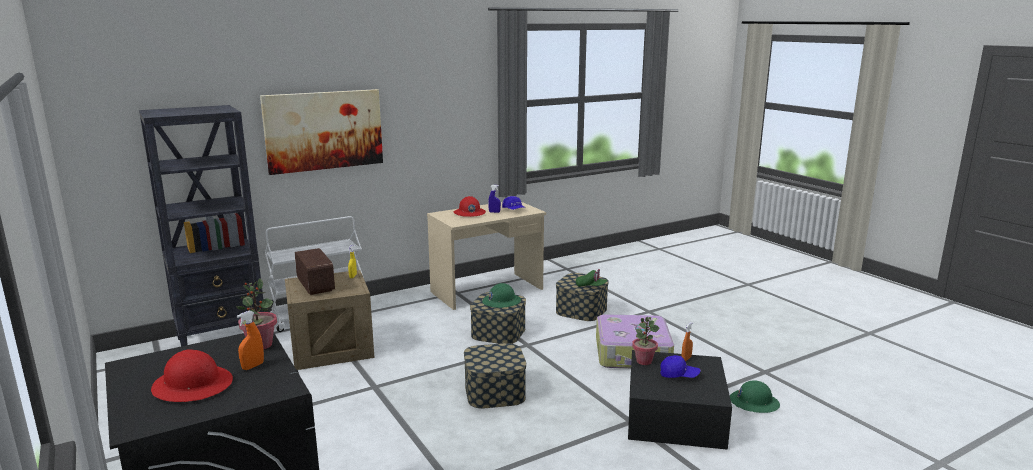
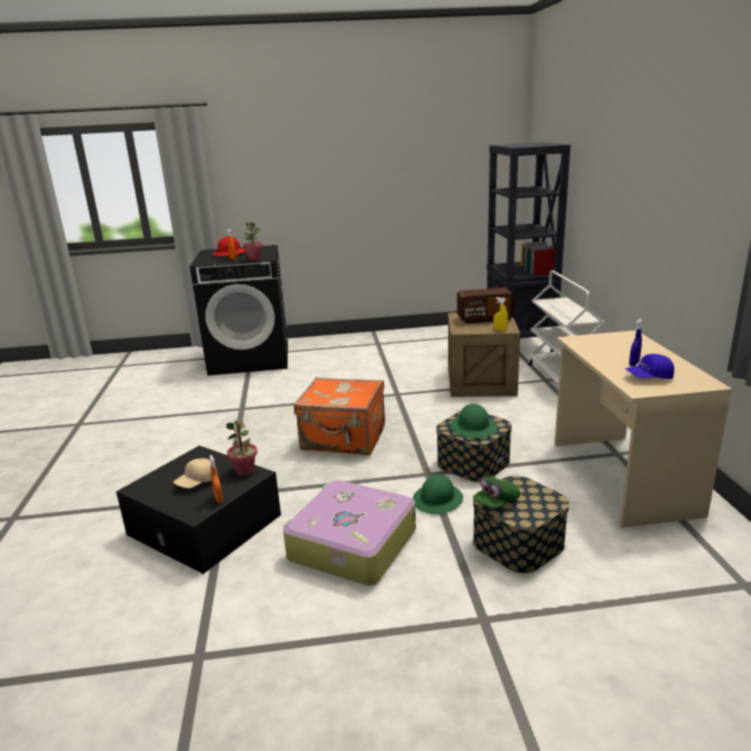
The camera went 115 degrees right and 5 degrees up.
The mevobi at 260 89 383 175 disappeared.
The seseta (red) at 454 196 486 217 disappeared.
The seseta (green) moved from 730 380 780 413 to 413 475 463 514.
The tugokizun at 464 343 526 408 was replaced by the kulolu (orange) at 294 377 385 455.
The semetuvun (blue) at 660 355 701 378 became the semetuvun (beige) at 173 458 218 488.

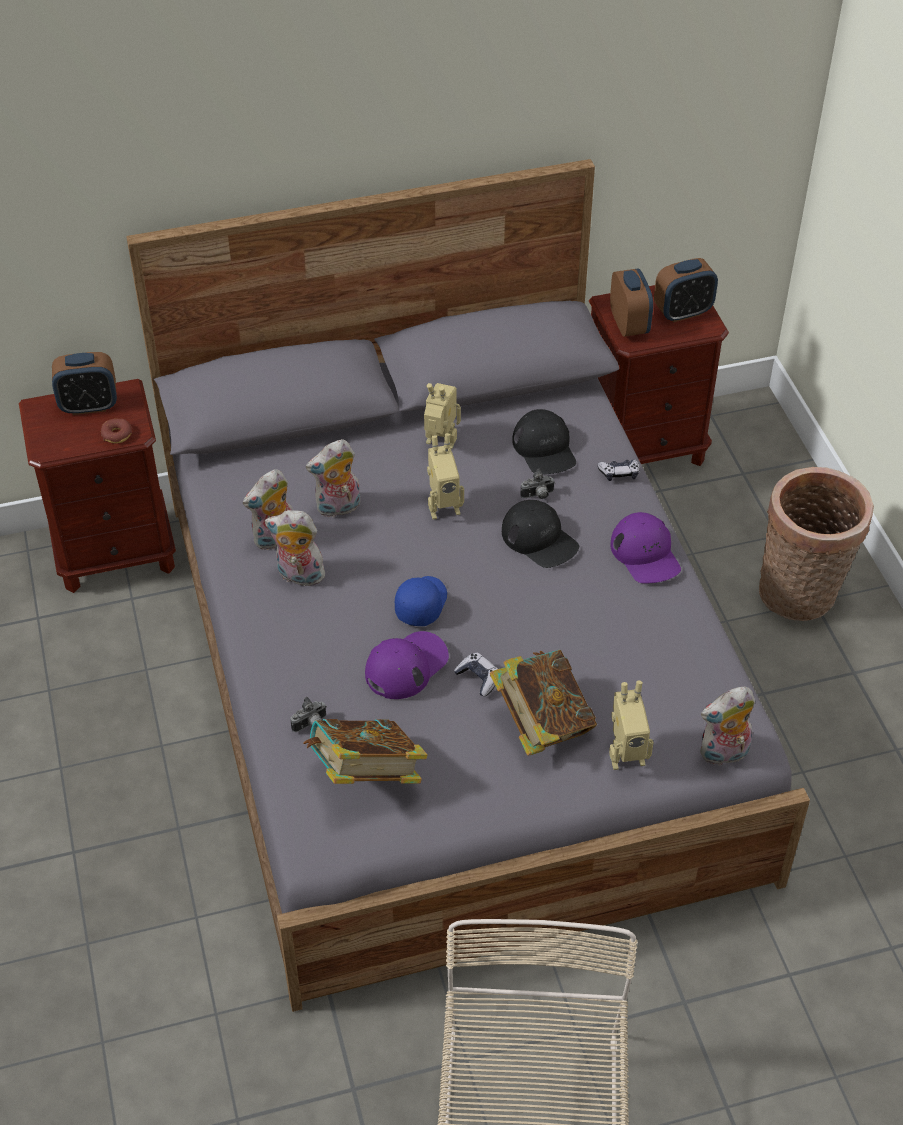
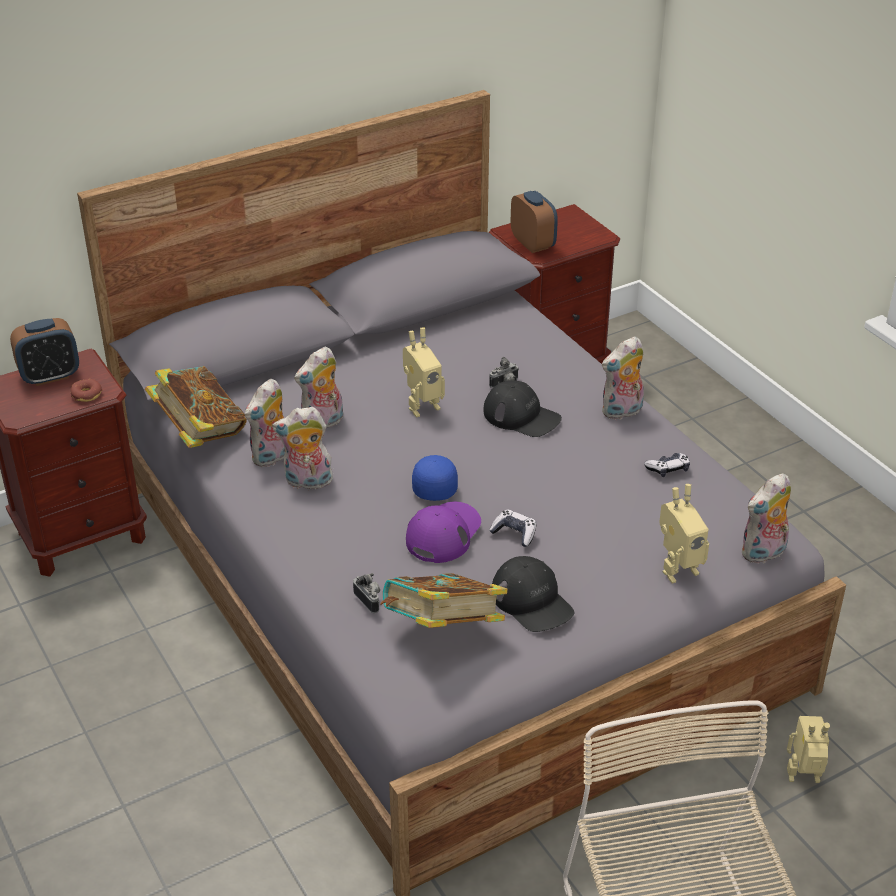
The camera went 15 degrees left and 10 degrees down.
The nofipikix at 654 258 718 322 disappeared.
The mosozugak at 759 467 874 621 disappeared.
The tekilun moved from 424 383 461 449 to 787 716 830 783.
The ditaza moved from 489 650 597 756 to 145 366 247 448.
The semetuvun (black) moved from 512 409 576 474 to 492 556 575 632.
The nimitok moved from 598 459 640 481 to 644 453 690 477.
The semetuvun (purple) at 610 512 681 583 was replaced by the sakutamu at 602 336 644 420.
The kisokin at 290 697 327 732 turned 75 degrees counterclockwise.

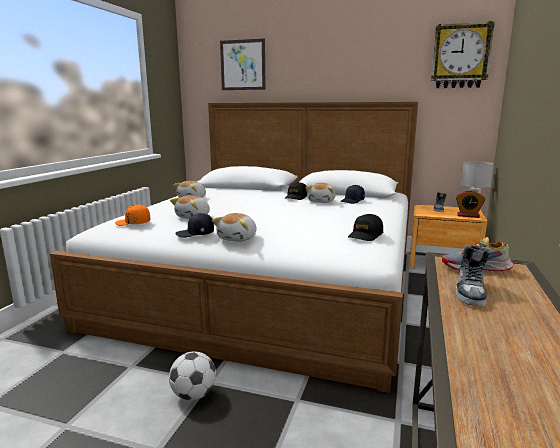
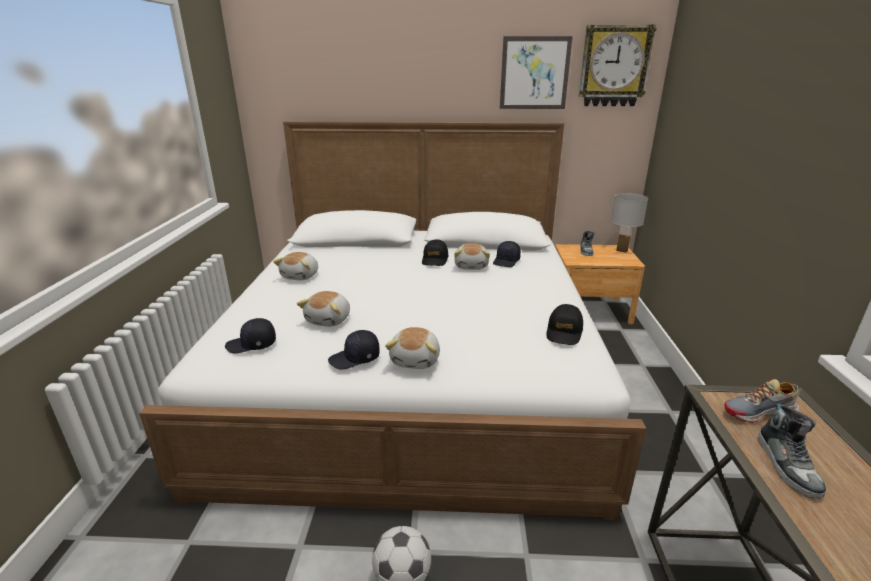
The camera went 15 degrees left and 10 degrees up.
The nofipikix at 456 190 485 218 disappeared.
The mevobi moved from 220 38 266 90 to 500 36 573 109.
The semetuvun (orange) at 115 204 150 226 became the semetuvun (black) at 225 318 276 353.

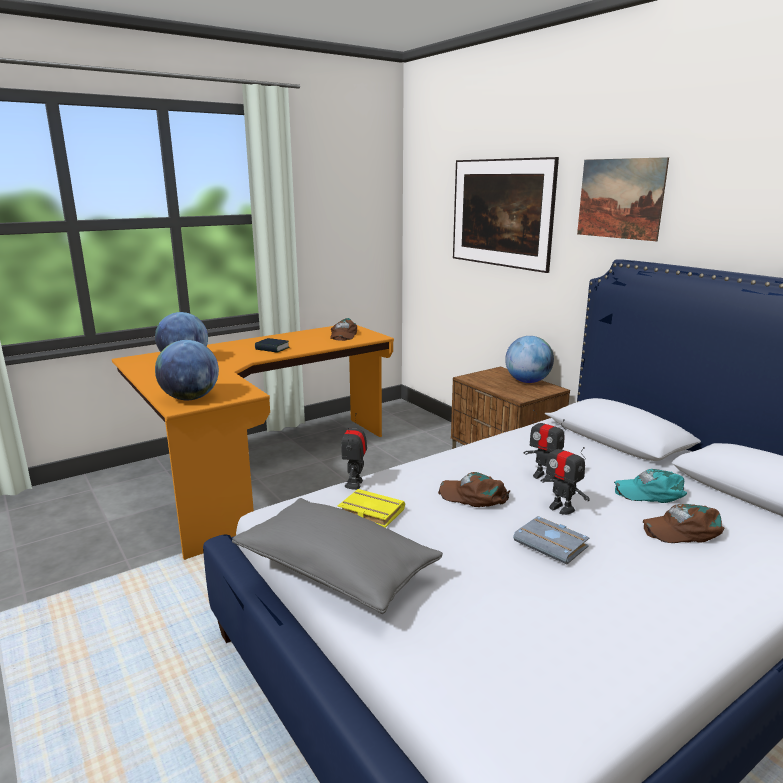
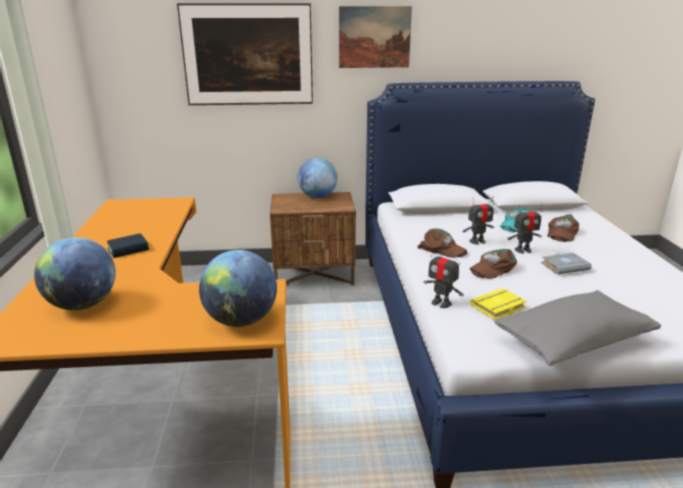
The camera went 60 degrees left and 5 degrees up.
The semetuvun (brown) moved from 330 318 357 341 to 417 228 467 258.

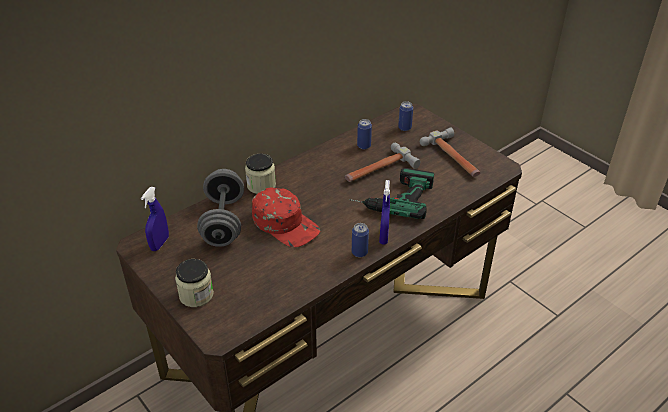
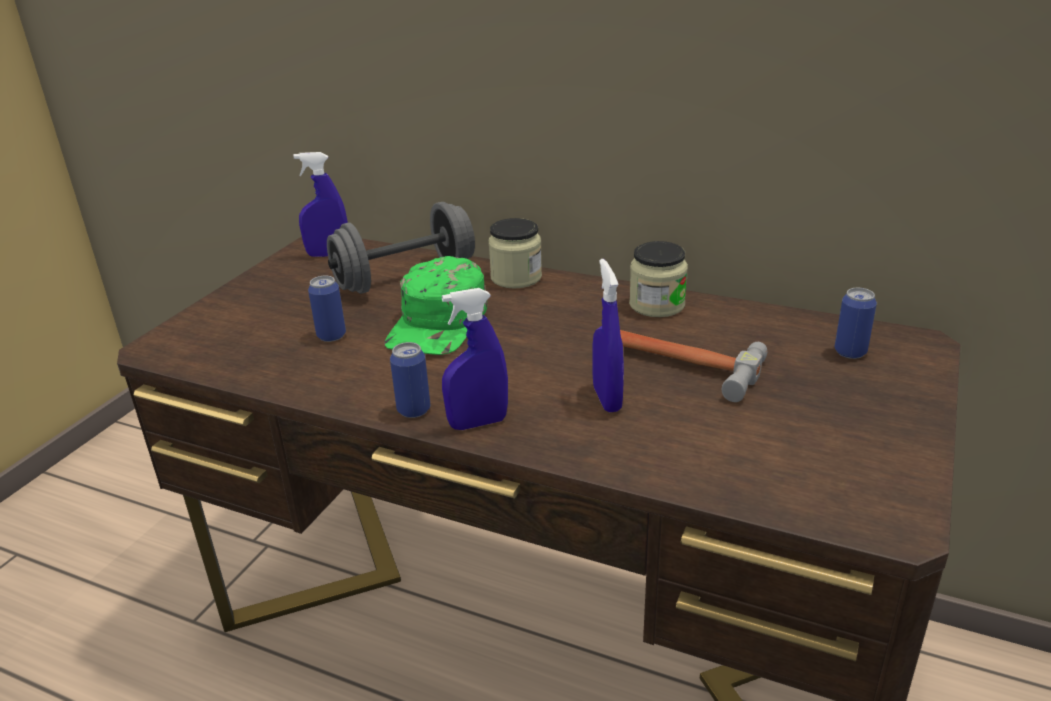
The camera went 65 degrees right and 10 degrees down.
The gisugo at 420 127 480 177 disappeared.
The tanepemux moved from 175 259 214 307 to 629 241 688 317.
The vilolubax moved from 357 119 372 149 to 308 276 346 342.
The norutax at 349 168 434 219 was replaced by the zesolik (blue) at 592 259 624 412.
The semetuvun (red) at 252 187 320 247 became the semetuvun (green) at 384 256 487 355.

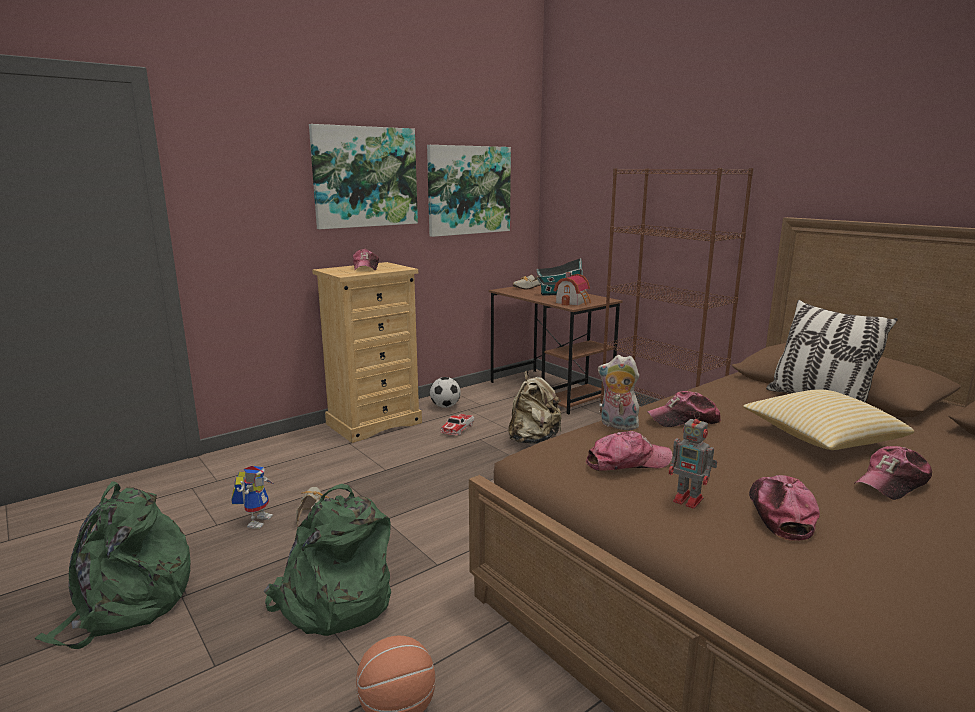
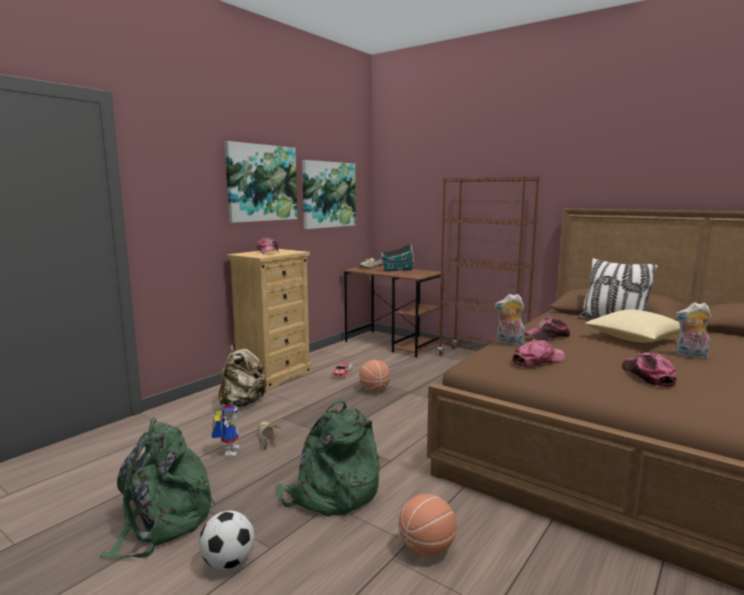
The camera went 15 degrees left and 5 degrees down.
The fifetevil at 554 272 591 306 disappeared.
The tekilun at 669 411 718 509 disappeared.
The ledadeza at 359 360 391 392 appeared.
The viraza moved from 430 377 461 408 to 199 511 255 570.
The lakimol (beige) moved from 508 371 561 444 to 218 344 267 407.
The semetuvun at 854 446 932 500 was replaced by the sakutamu at 675 303 711 359.

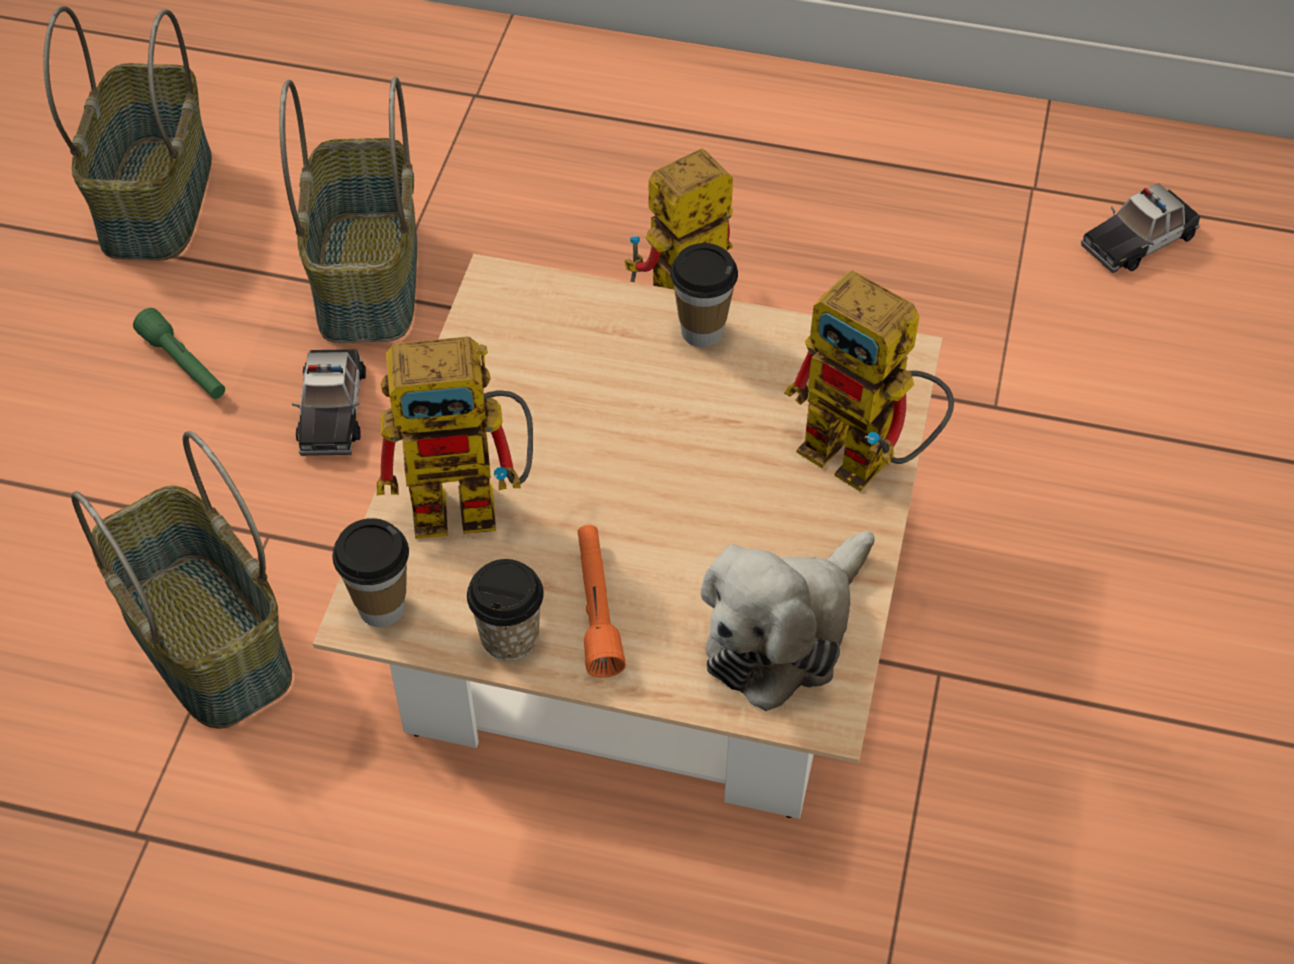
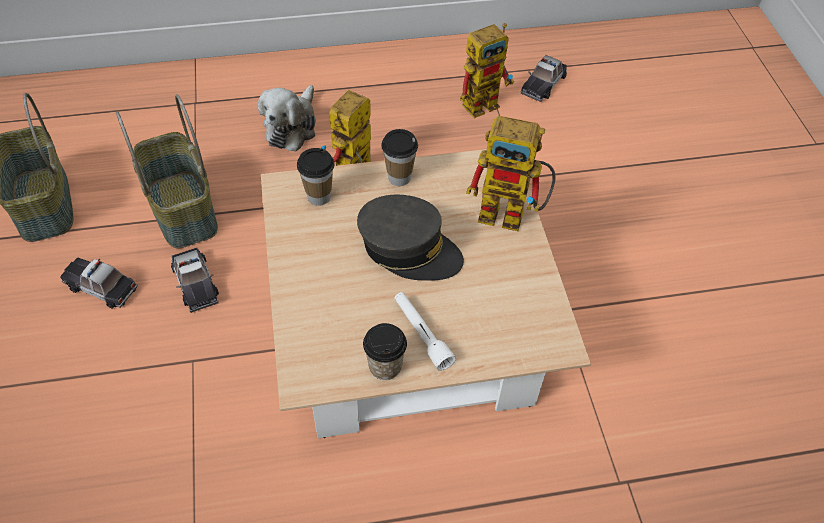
The camera went 25 degrees left and 0 degrees up.
The mosozugak at 71 431 292 729 disappeared.
The semetuvun (grey) at 357 195 464 281 appeared.
The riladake moved from 332 518 409 627 to 297 148 335 206.
The tekilun moved from 377 336 533 539 to 460 23 514 118.
The sakutamu moved from 701 531 875 711 to 258 85 316 152.
The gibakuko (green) at 133 308 225 399 was replaced by the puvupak at 60 258 138 309.
The gibakuko (orange) at 578 525 626 678 became the gibakuko (white) at 394 292 456 371.

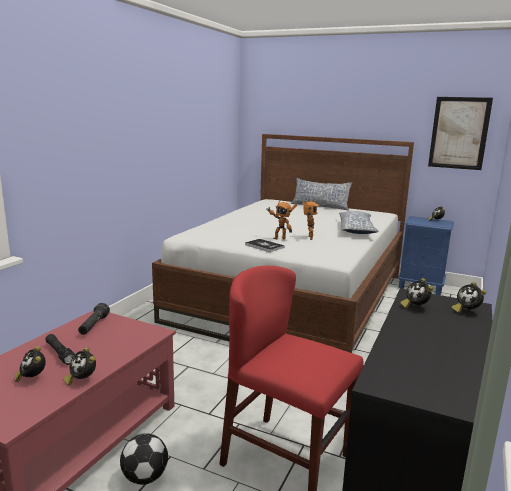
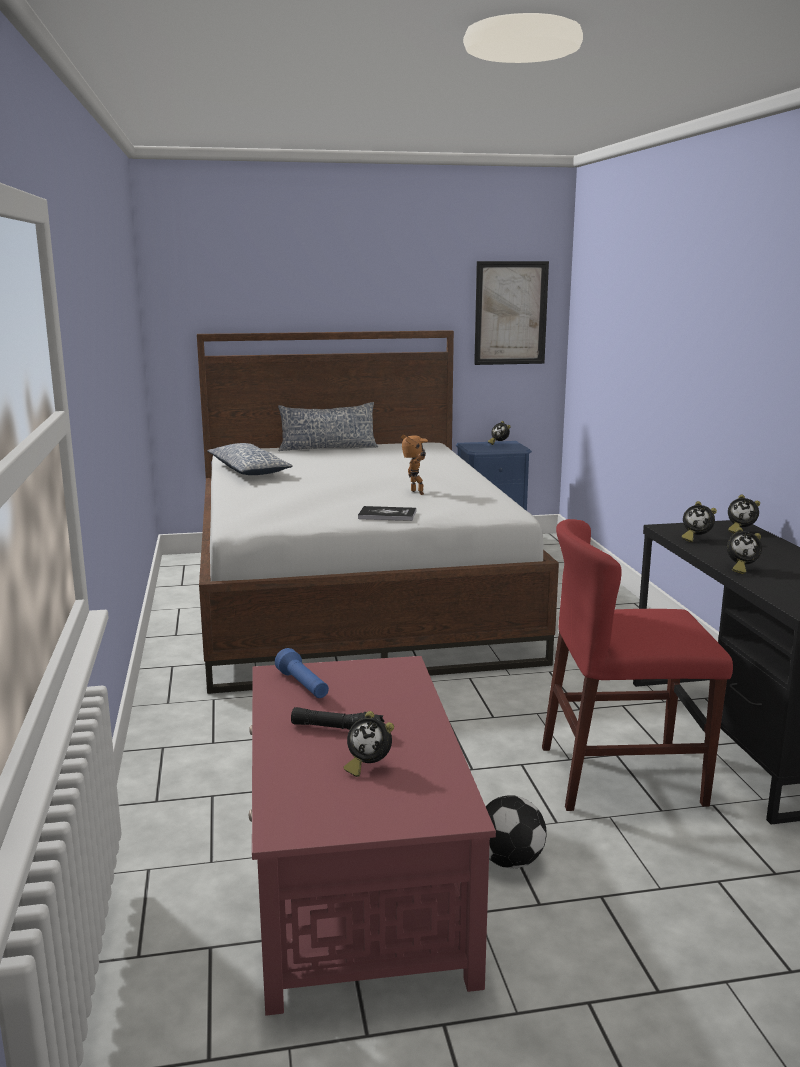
The camera went 35 degrees left and 0 degrees up.
The tekilun at 267 200 297 240 disappeared.
The nofipikix moved from 64 347 96 385 to 727 527 762 574.
The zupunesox moved from 339 211 379 234 to 207 443 293 475.
The gibakuko (black) at 78 303 110 335 became the gibakuko (blue) at 275 648 329 698.

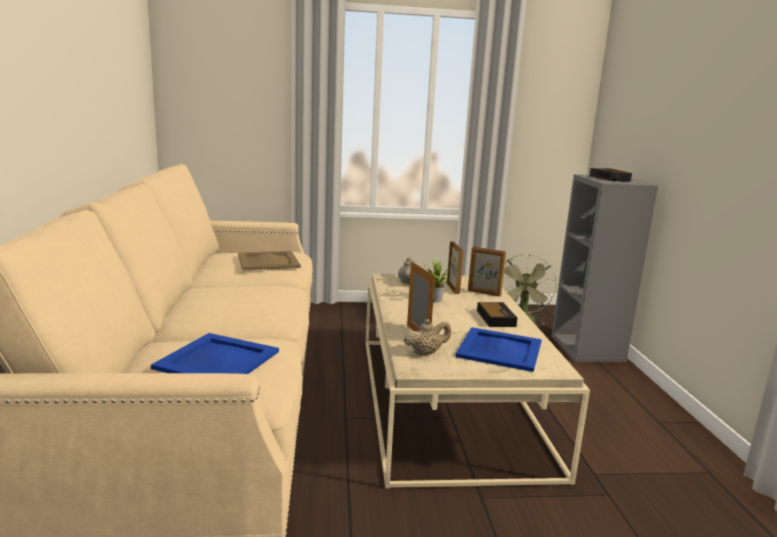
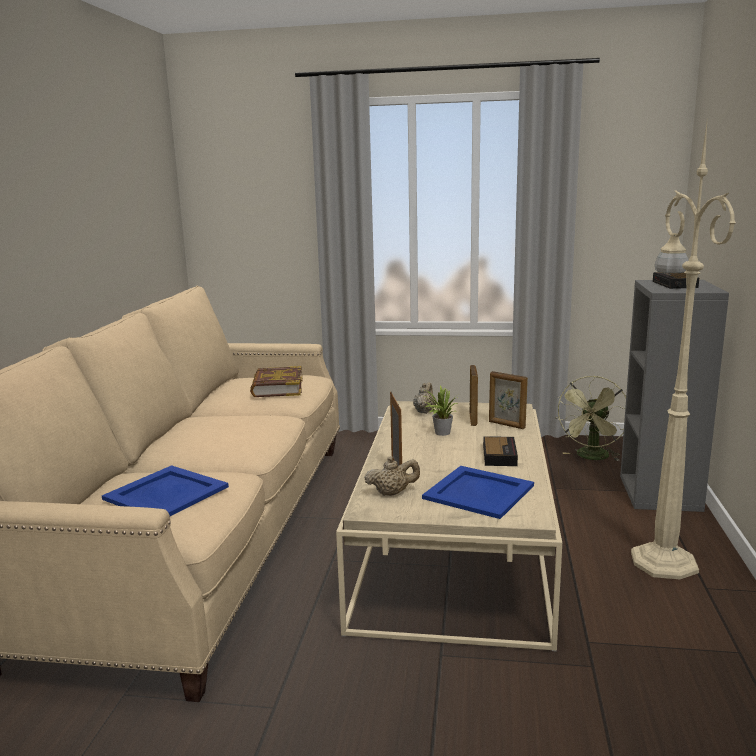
The camera went 15 degrees right and 0 degrees up.
The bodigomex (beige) at 631 124 736 579 appeared.
The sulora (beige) at 238 251 301 270 was replaced by the ditaza at 250 366 303 397.

